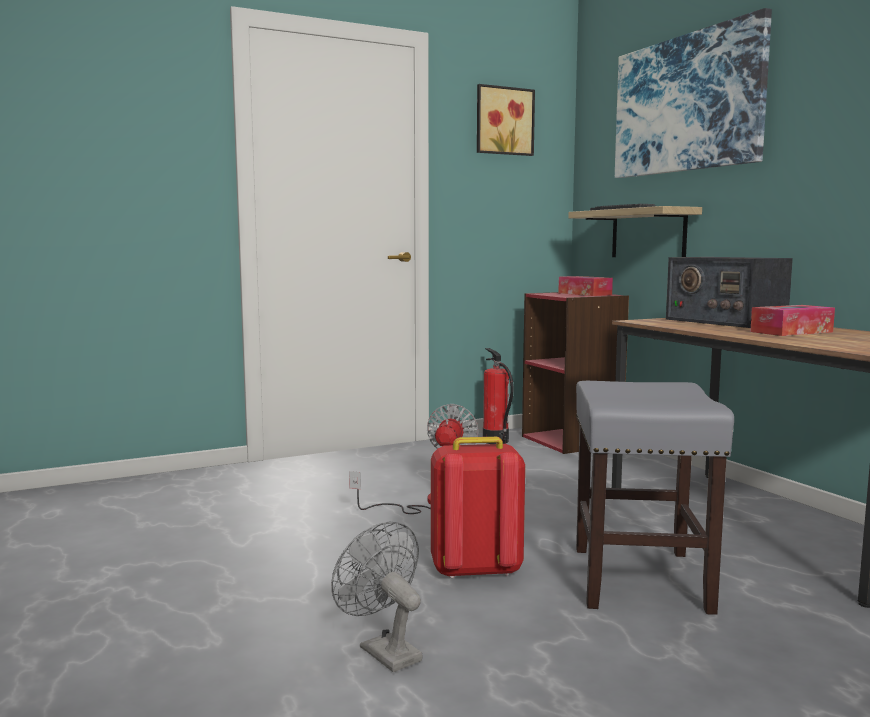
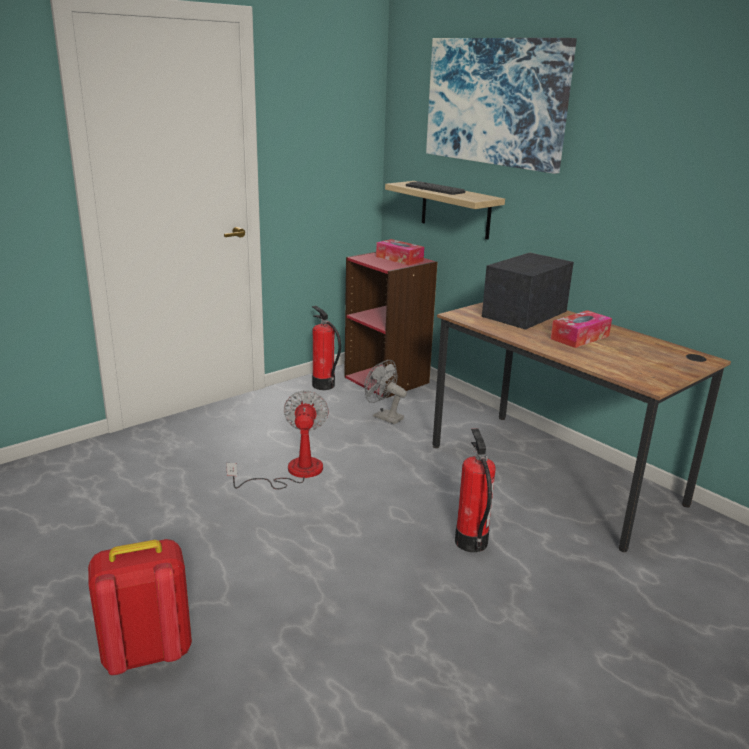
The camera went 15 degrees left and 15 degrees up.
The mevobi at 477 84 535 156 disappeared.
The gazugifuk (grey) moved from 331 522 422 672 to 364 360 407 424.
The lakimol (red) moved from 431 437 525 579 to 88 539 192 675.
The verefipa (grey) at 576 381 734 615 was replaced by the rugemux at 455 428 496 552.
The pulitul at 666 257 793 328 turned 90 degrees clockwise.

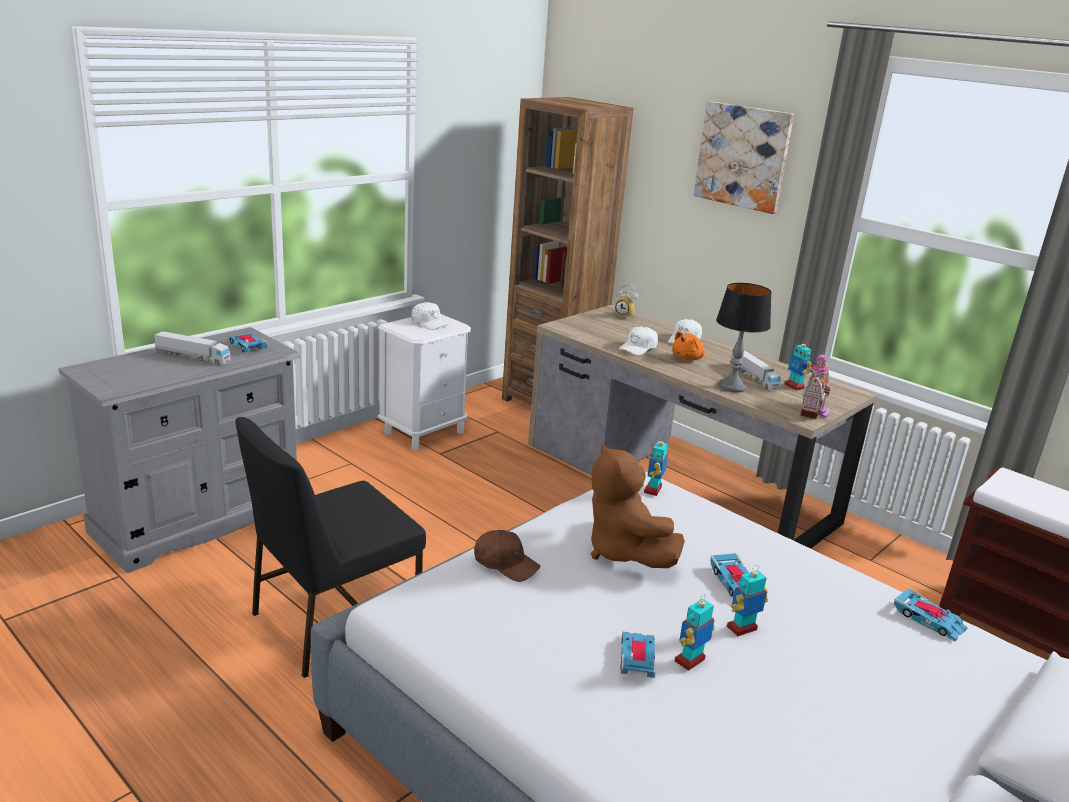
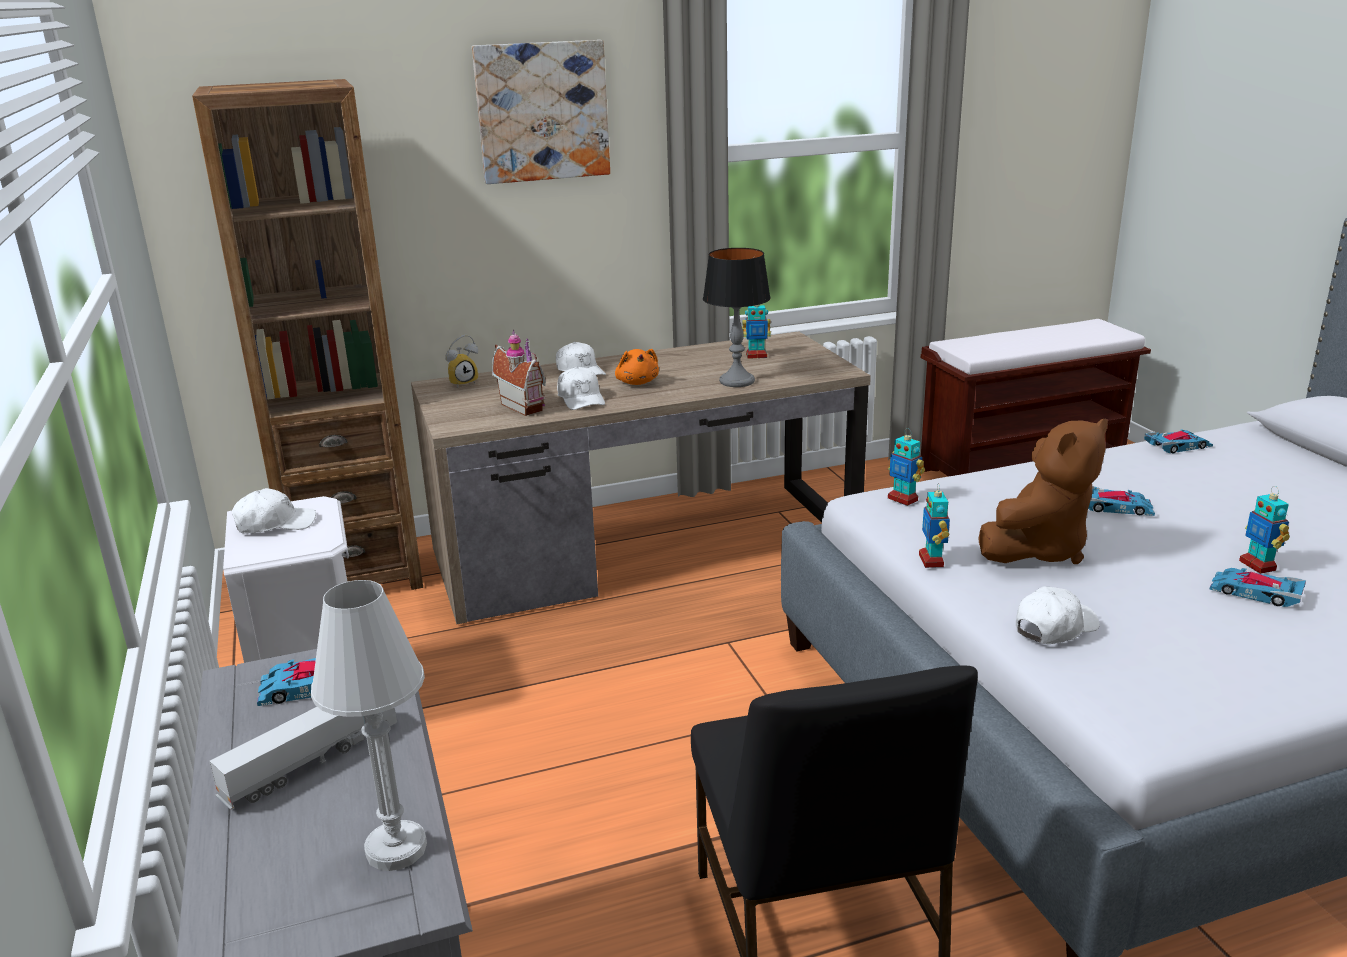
The camera went 60 degrees left and 0 degrees up.
The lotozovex at 731 350 781 390 disappeared.
The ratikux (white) at 311 580 427 871 appeared.
The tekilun moved from 727 565 768 636 to 919 483 950 568.
The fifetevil moved from 800 351 831 419 to 492 329 546 416.
The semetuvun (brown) at 474 530 540 582 became the semetuvun (white) at 1016 586 1100 644.
The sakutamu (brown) at 590 443 685 568 turned 45 degrees counterclockwise.

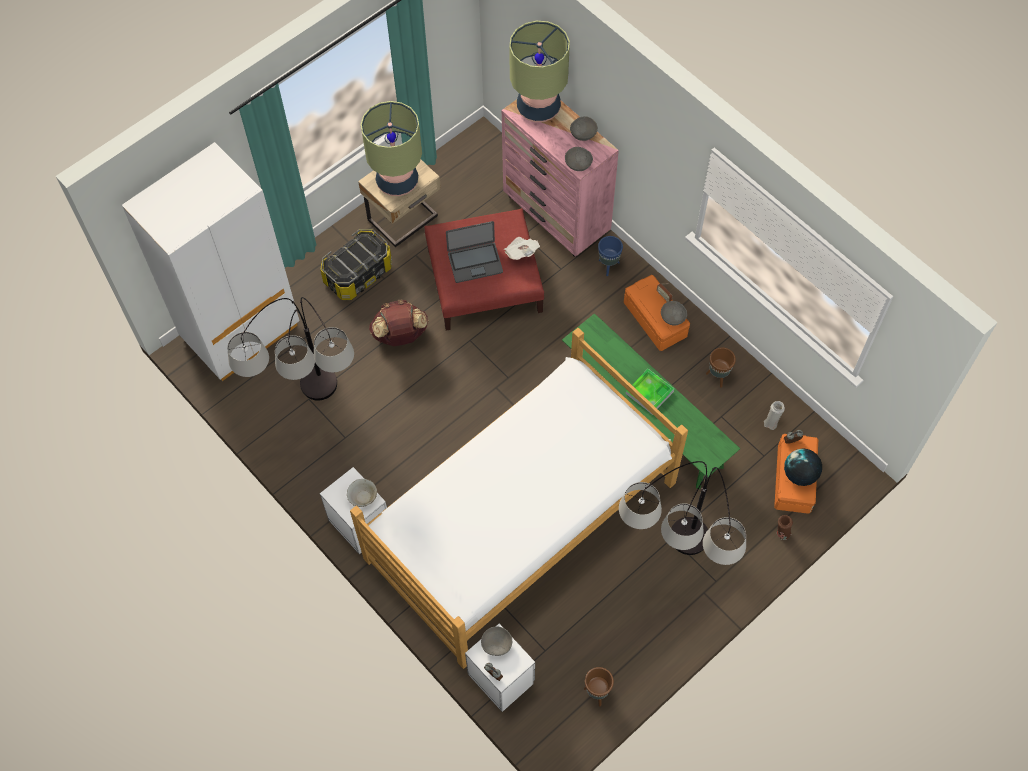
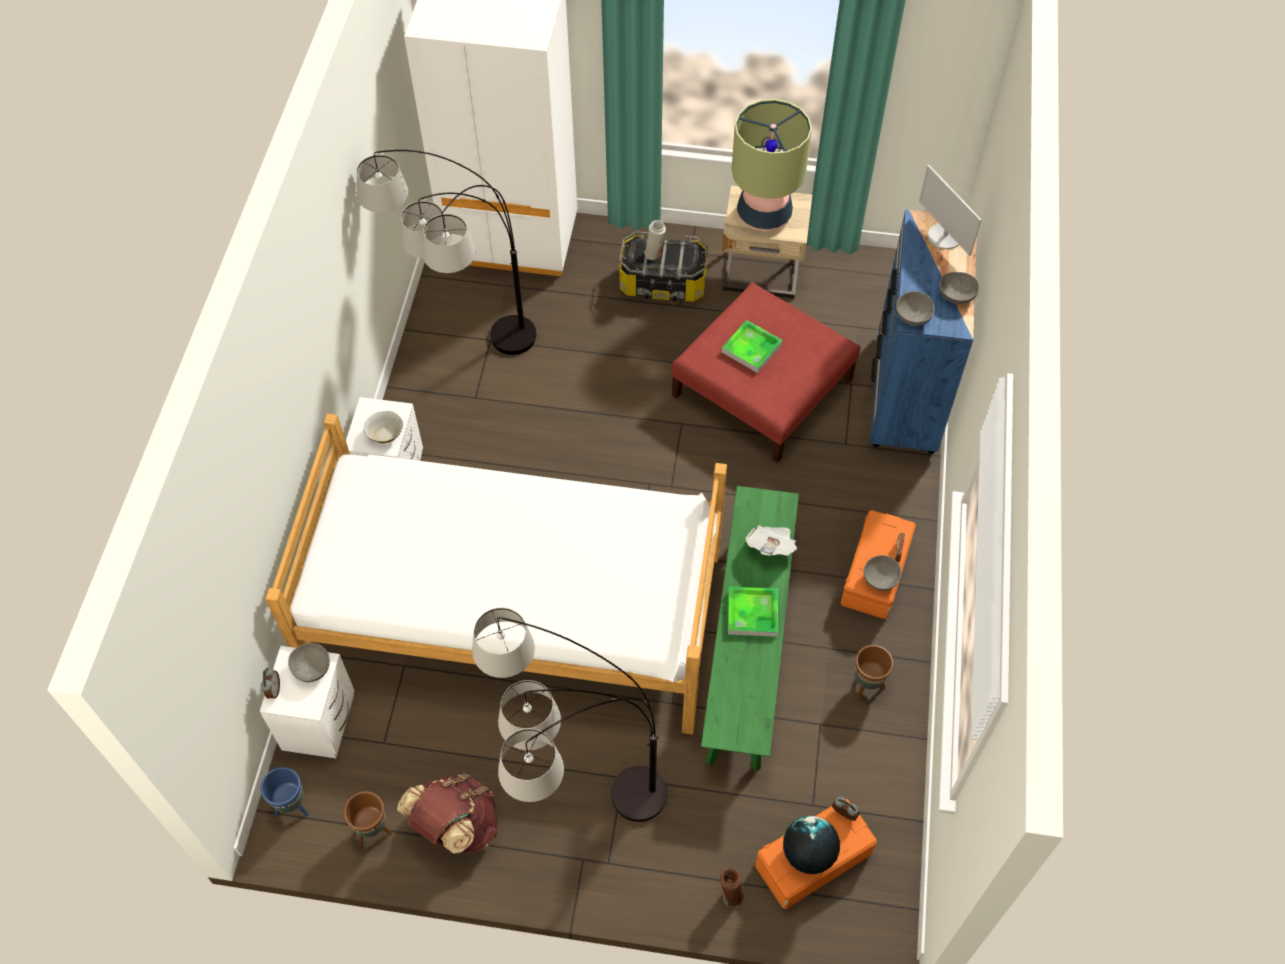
The camera went 50 degrees right and 5 degrees down.
The lakimol (brown) moved from 369 299 428 346 to 397 773 498 854.
The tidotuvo moved from 504 237 540 260 to 745 526 797 556.
The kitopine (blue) moved from 598 236 623 276 to 260 767 309 817.
The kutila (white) moved from 764 401 785 430 to 644 220 666 260.
The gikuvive at 446 221 503 283 was replaced by the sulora at 722 320 782 373.
The ratikux at 509 21 570 122 was replaced by the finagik at 919 165 982 256.
The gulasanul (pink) at 502 99 619 257 became the gulasanul (blue) at 870 209 977 454.

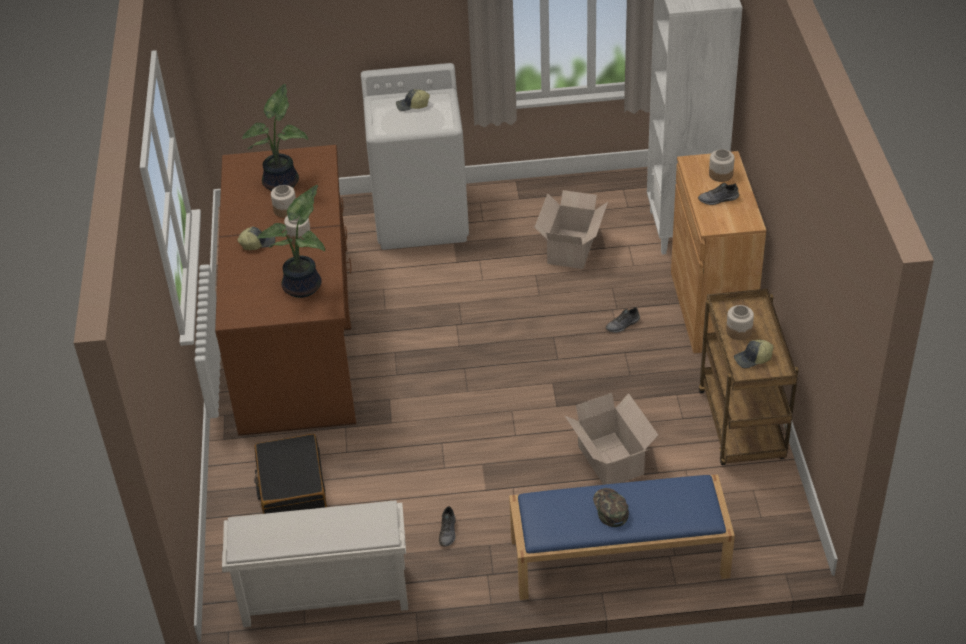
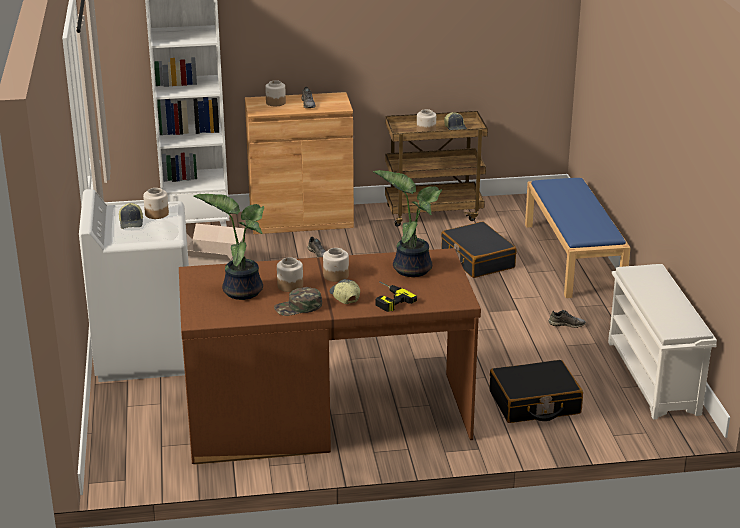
The camera went 95 degrees left and 15 degrees down.
The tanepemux at 143 188 169 219 appeared.
The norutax at 376 281 417 312 appeared.
The semetuvun (green) moved from 593 488 629 527 to 274 287 322 316.
The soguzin at 565 393 658 485 was replaced by the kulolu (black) at 441 221 517 278.

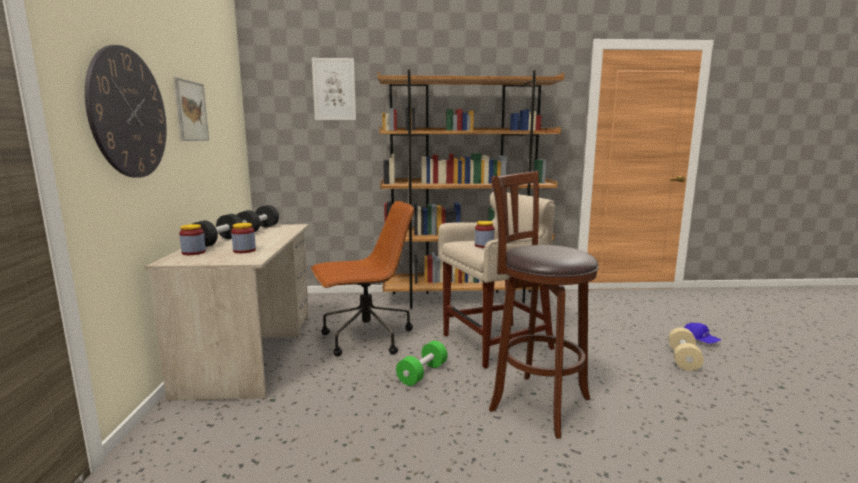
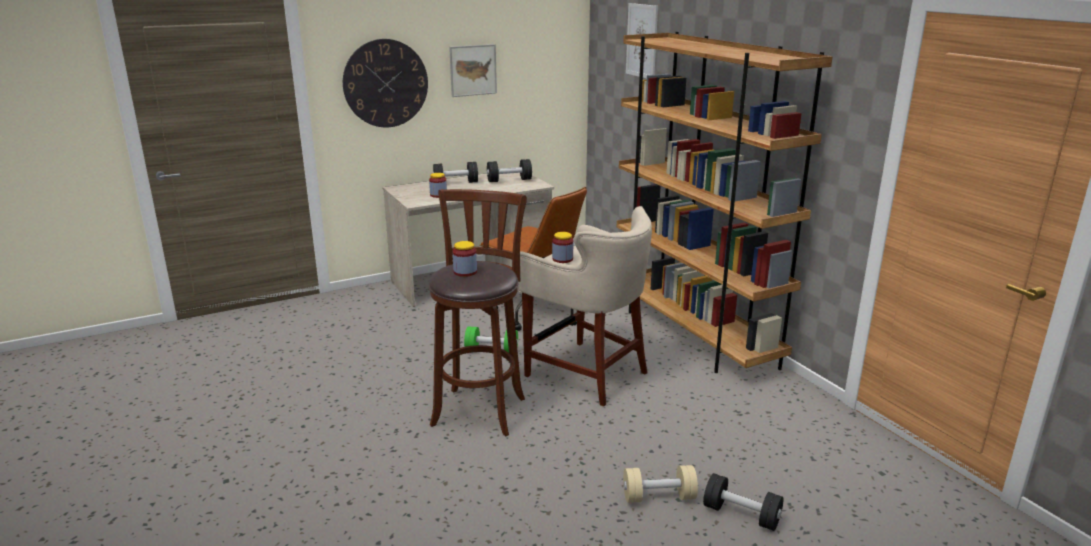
The camera went 65 degrees right and 10 degrees up.
The tanepemux moved from 179 224 206 255 to 453 241 477 277.
The semetuvun (blue) at 684 323 722 344 was replaced by the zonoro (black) at 703 473 784 531.

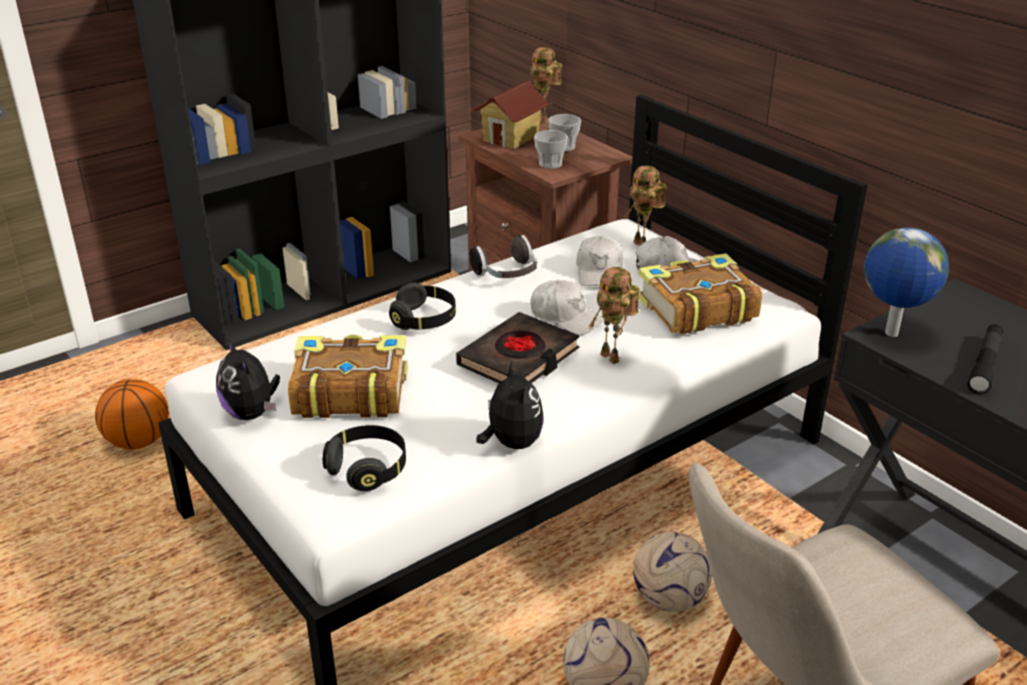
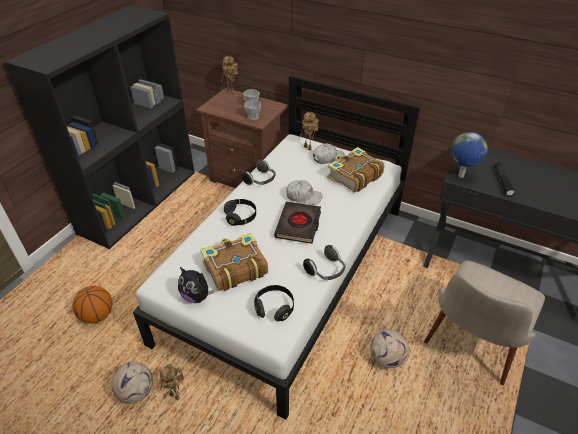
The camera went 25 degrees left and 10 degrees up.
The fifetevil at 471 80 551 149 disappeared.
The semetuvun (white) at 576 236 623 286 disappeared.
The tekilun moved from 588 267 640 364 to 160 364 184 400.
The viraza moved from 633 532 712 612 to 111 361 153 403.
The sakutamu at 476 362 544 449 was replaced by the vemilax at 303 245 346 280.

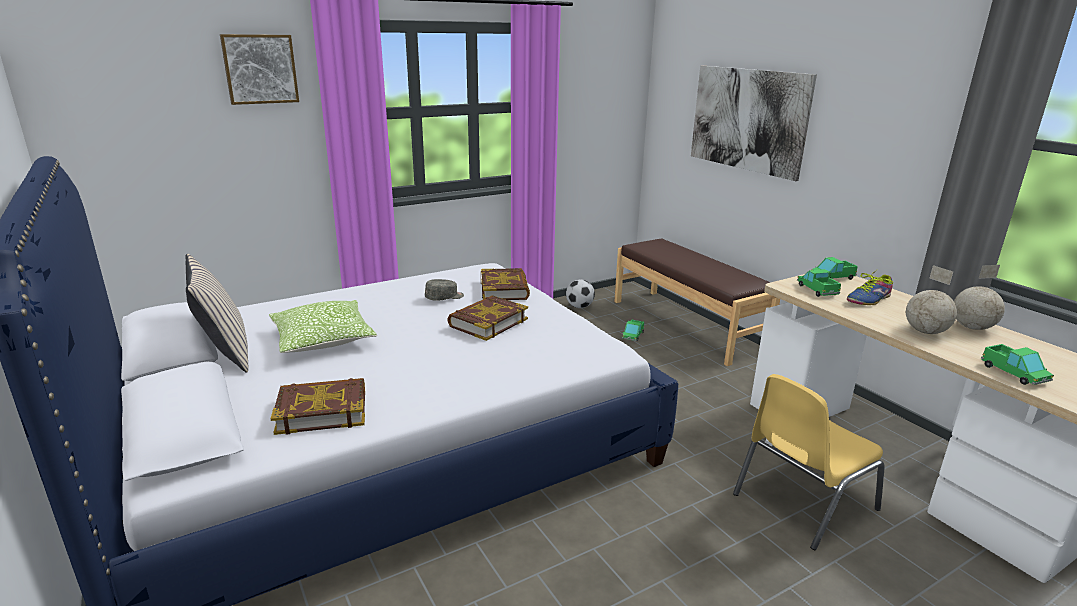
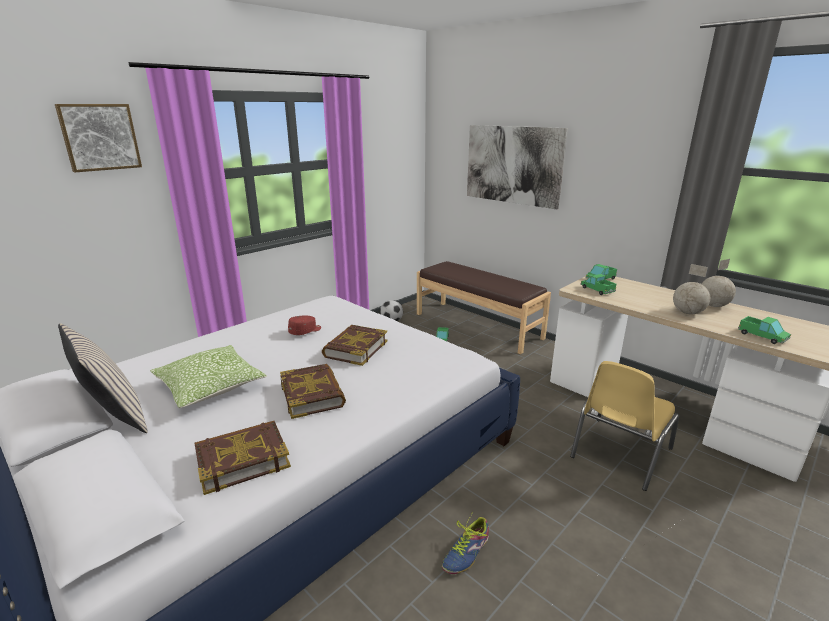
The camera went 15 degrees left and 0 degrees up.
The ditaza moved from 481 268 530 300 to 280 364 346 419.
The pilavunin moved from 847 270 893 305 to 442 512 489 574.
The semetuvun (grey) at 425 279 464 301 became the semetuvun (red) at 288 316 321 335.

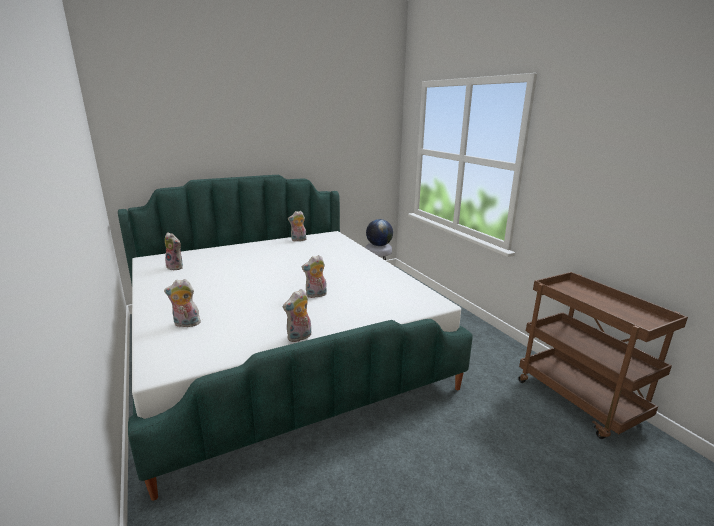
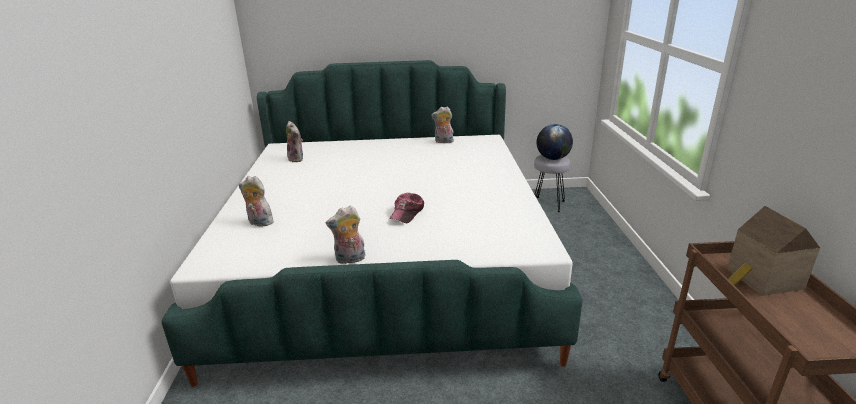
The camera went 25 degrees right and 5 degrees up.
The fifetevil at 727 206 820 296 appeared.
The sakutamu at 302 255 327 298 was replaced by the semetuvun at 389 193 424 223.

